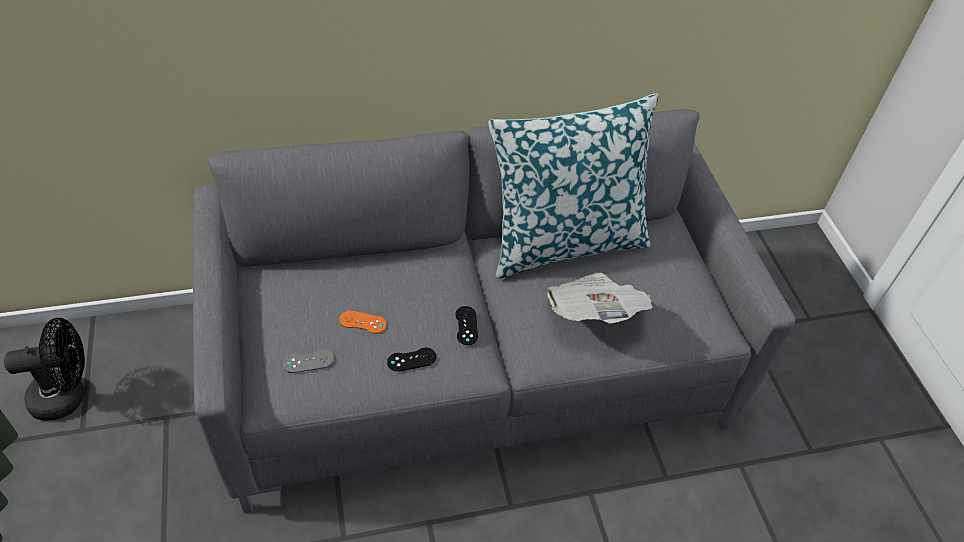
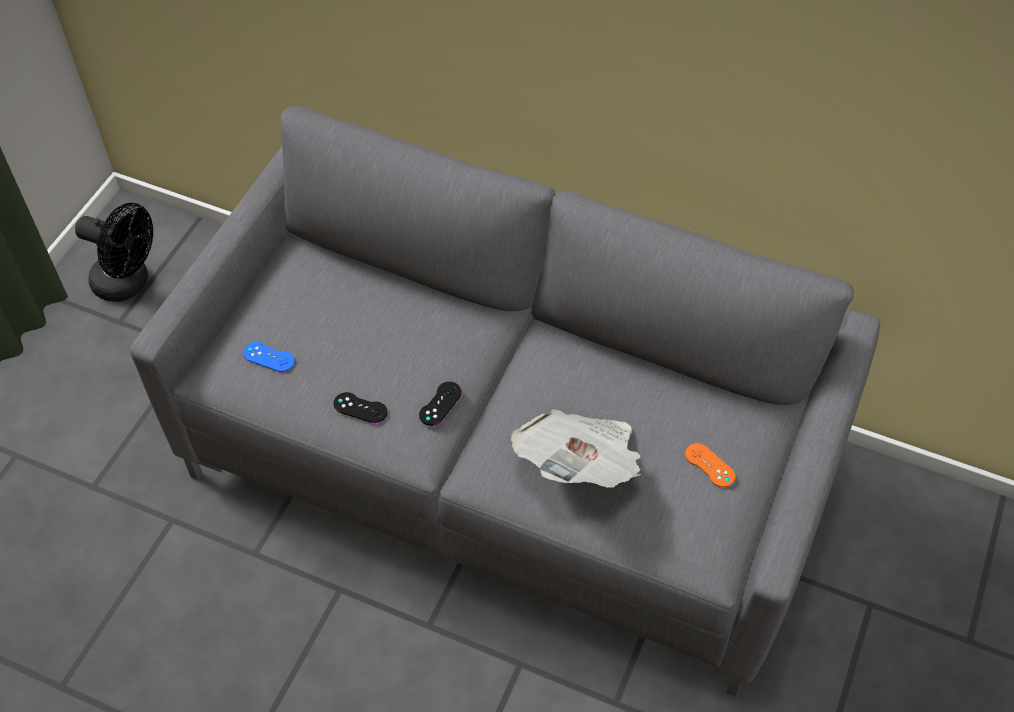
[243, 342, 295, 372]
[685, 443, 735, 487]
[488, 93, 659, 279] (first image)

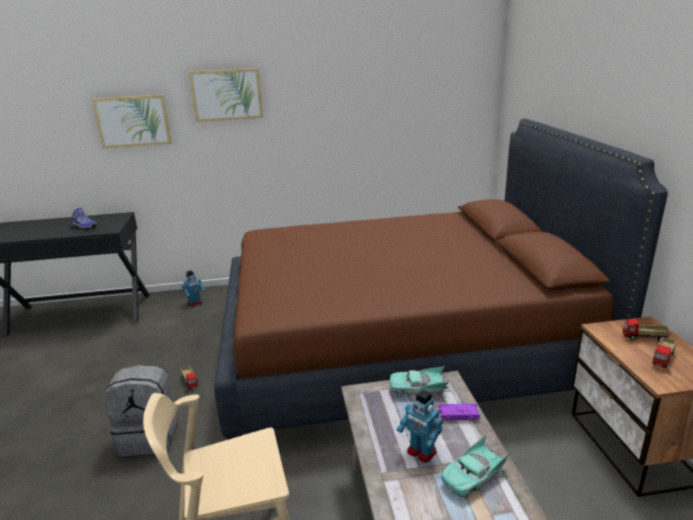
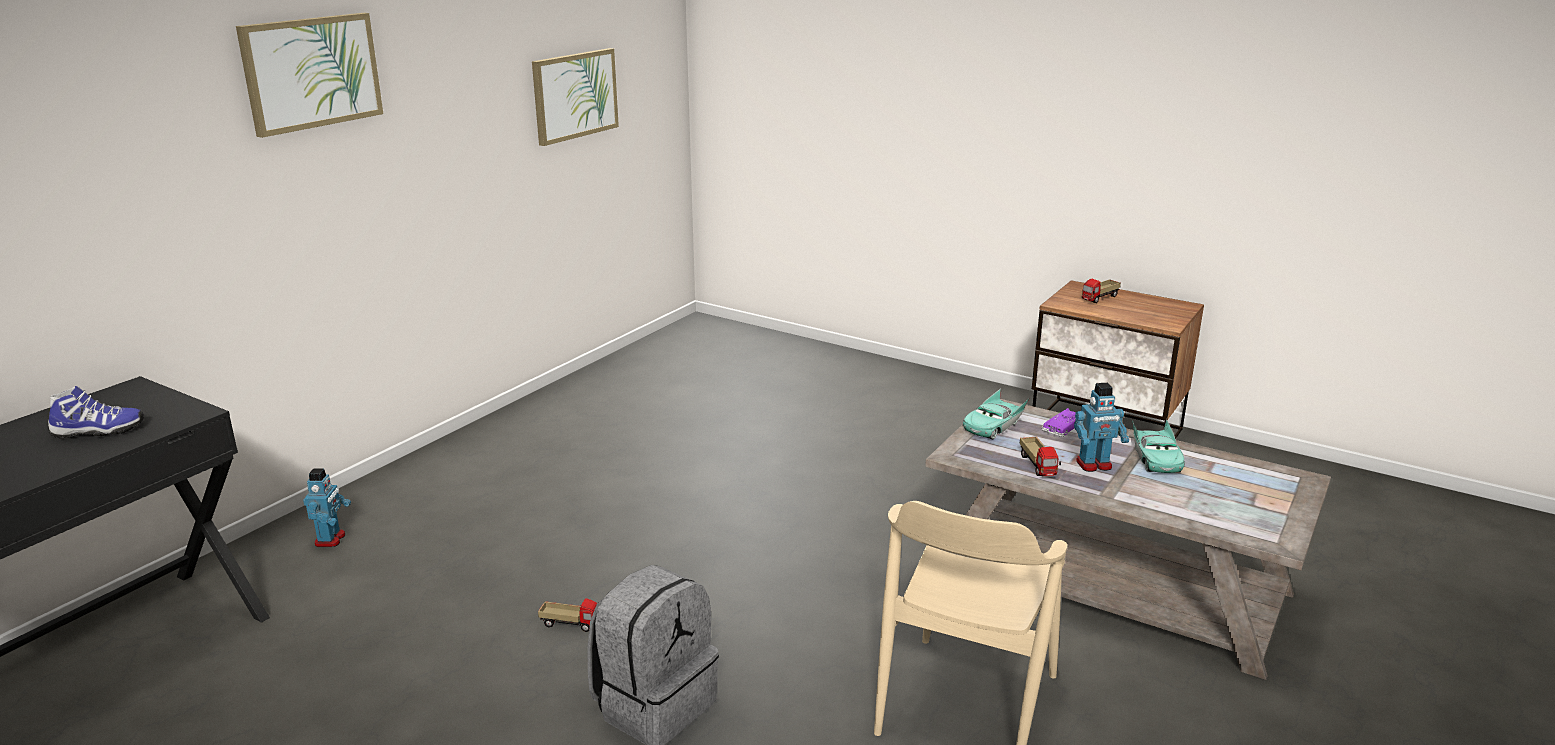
[532, 48, 619, 146]
[214, 118, 668, 440] (first image)
[1020, 437, 1061, 476]

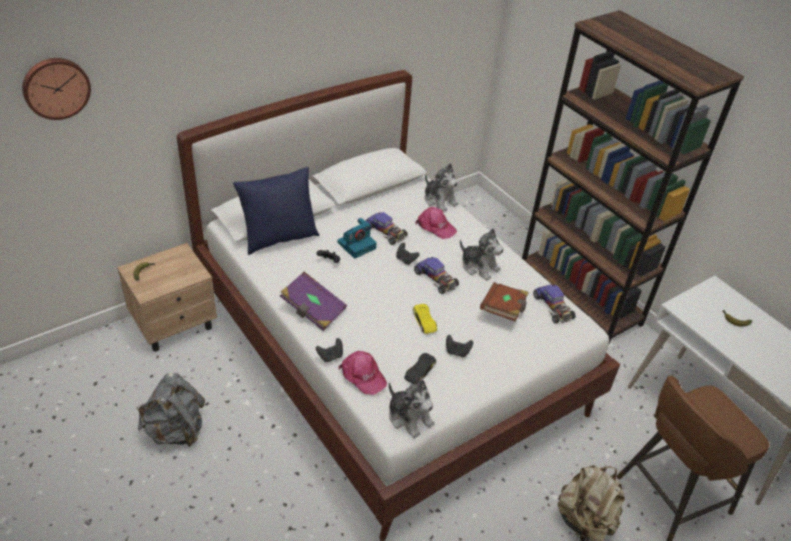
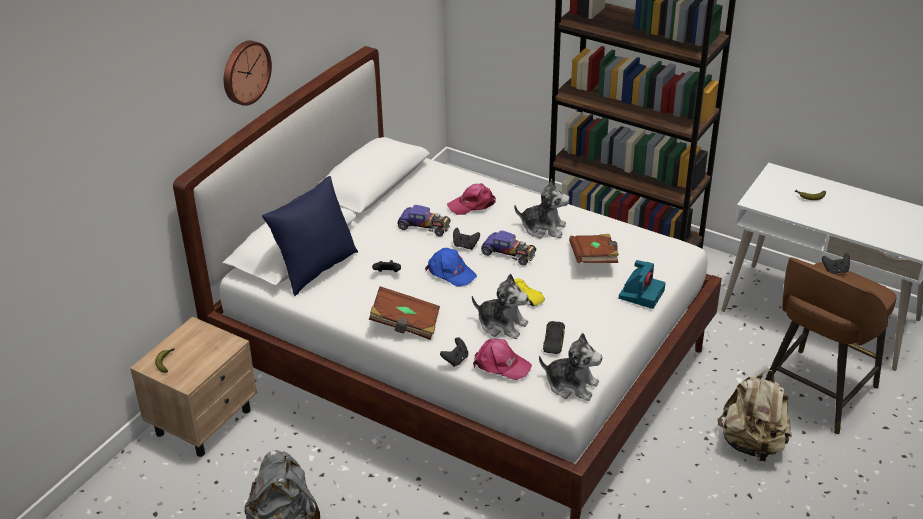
[224, 40, 272, 106]
[369, 286, 440, 340]
[619, 260, 665, 309]
[447, 183, 496, 215]
[472, 274, 529, 339]
[822, 254, 850, 274]
[533, 284, 575, 323] (first image)
[425, 248, 477, 287]

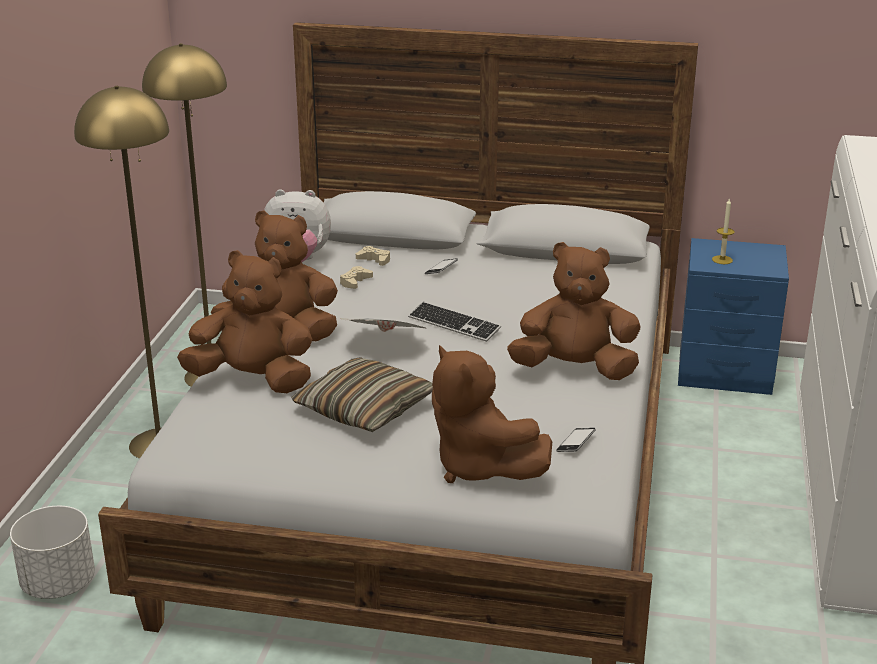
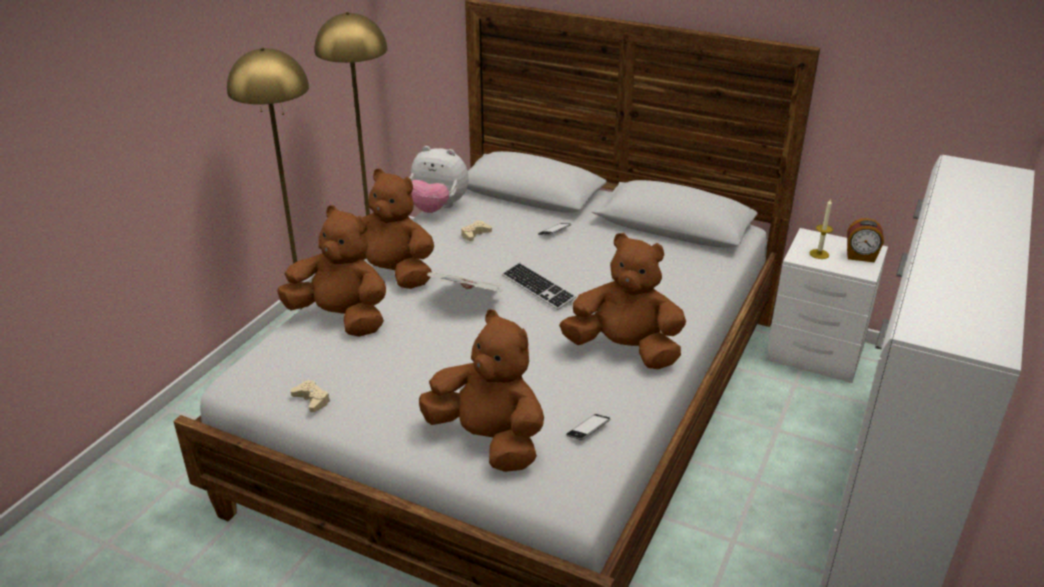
[10, 506, 95, 599] (first image)
[291, 357, 433, 432] (first image)
[290, 380, 330, 412]
[419, 309, 544, 472]
[766, 228, 888, 383]
[847, 218, 884, 263]

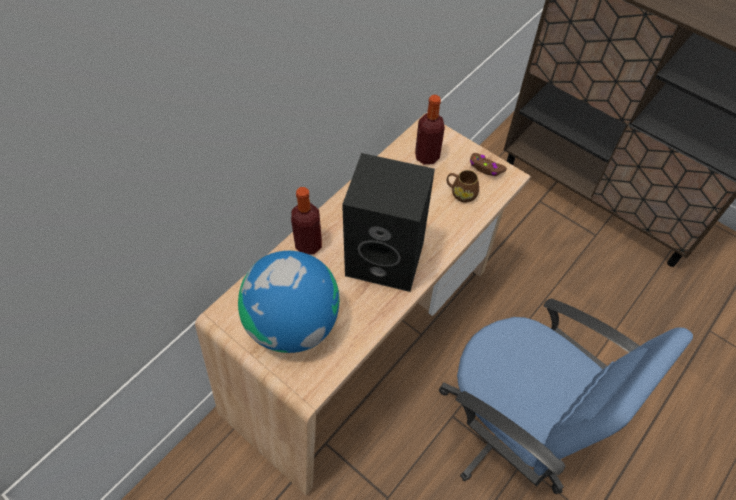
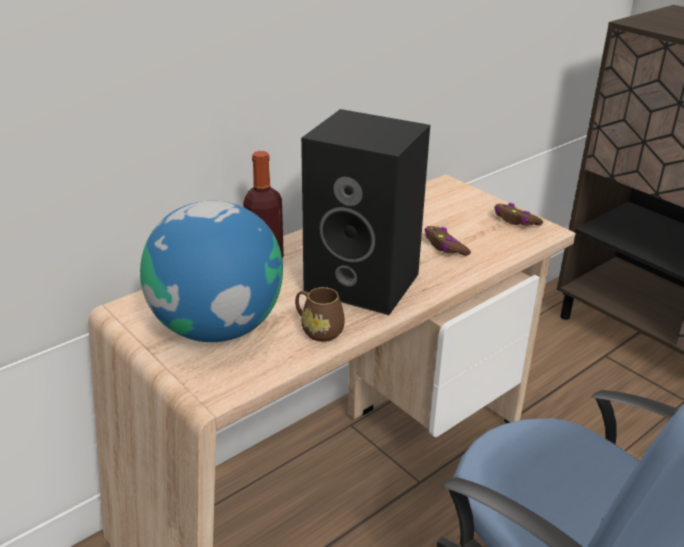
[415, 95, 445, 165] (first image)
[295, 287, 345, 342]
[425, 226, 471, 256]

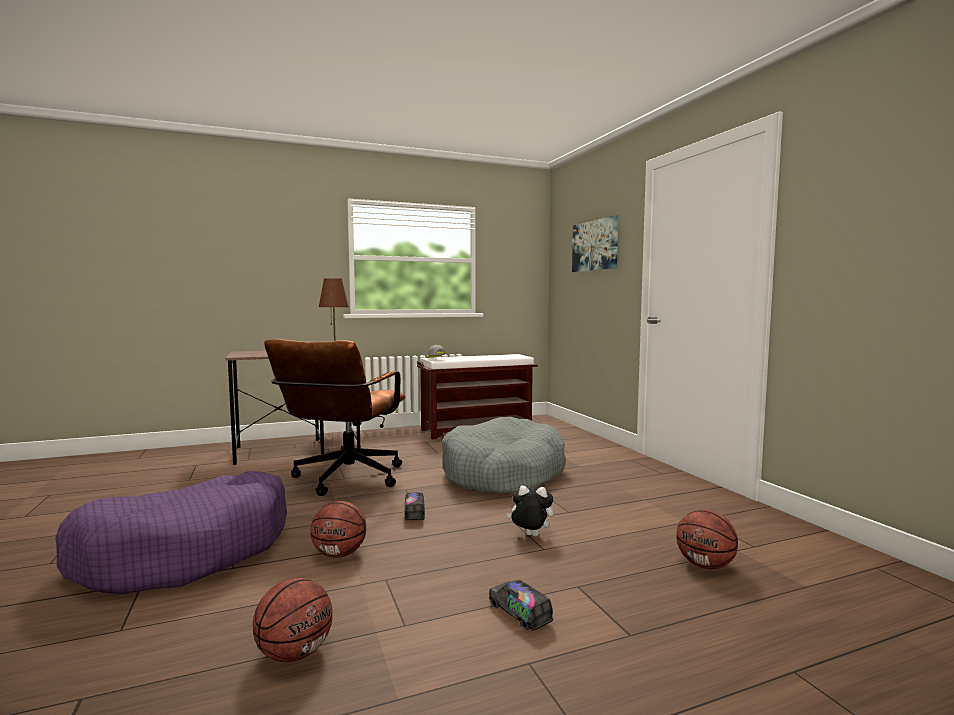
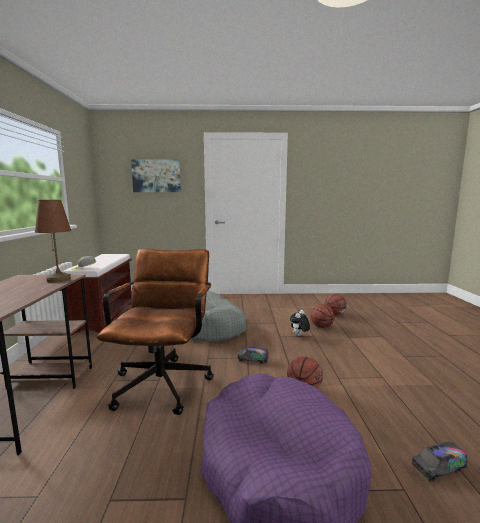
[310, 304, 335, 328]
[97, 249, 214, 415]
[411, 441, 468, 482]

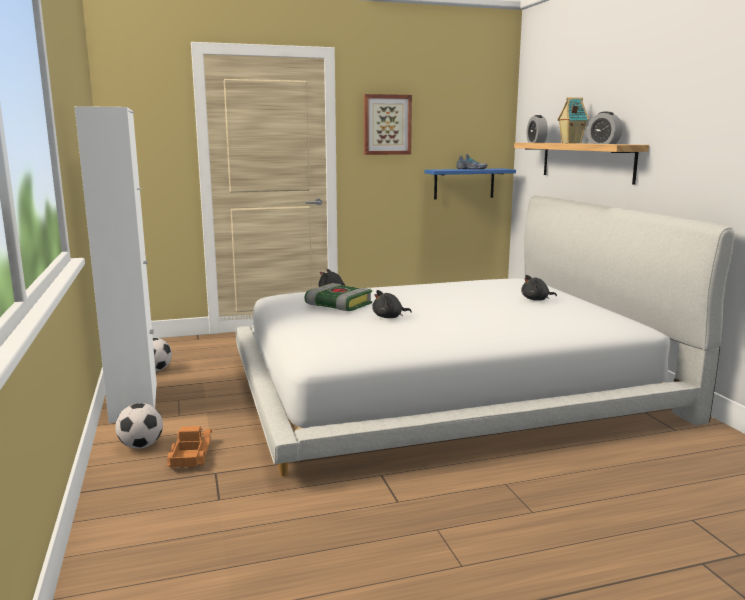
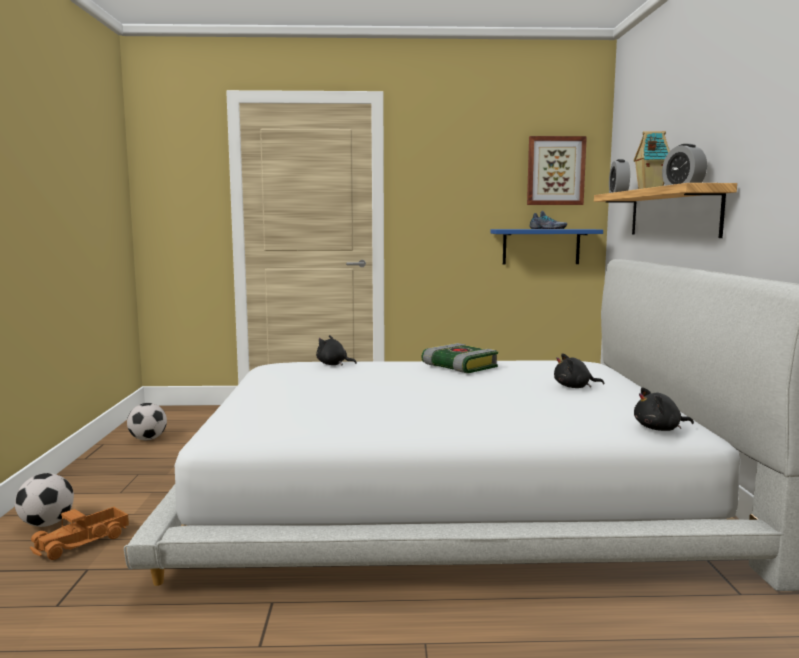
[74, 106, 157, 423] (first image)
[30, 507, 129, 560]
[422, 343, 498, 373]
[527, 136, 587, 205]
[634, 387, 694, 431]

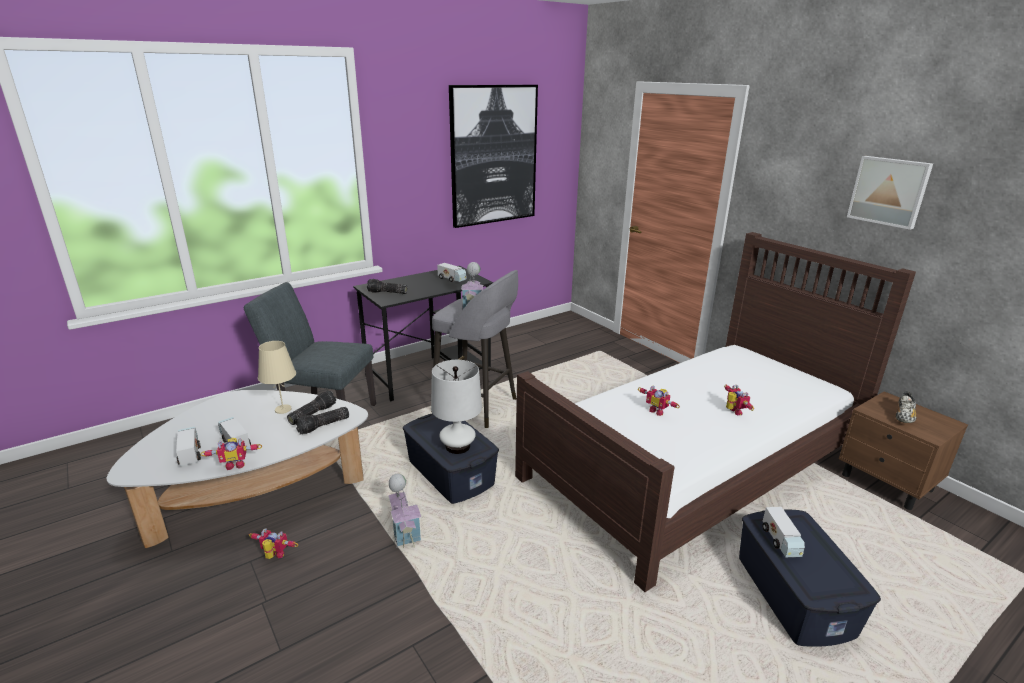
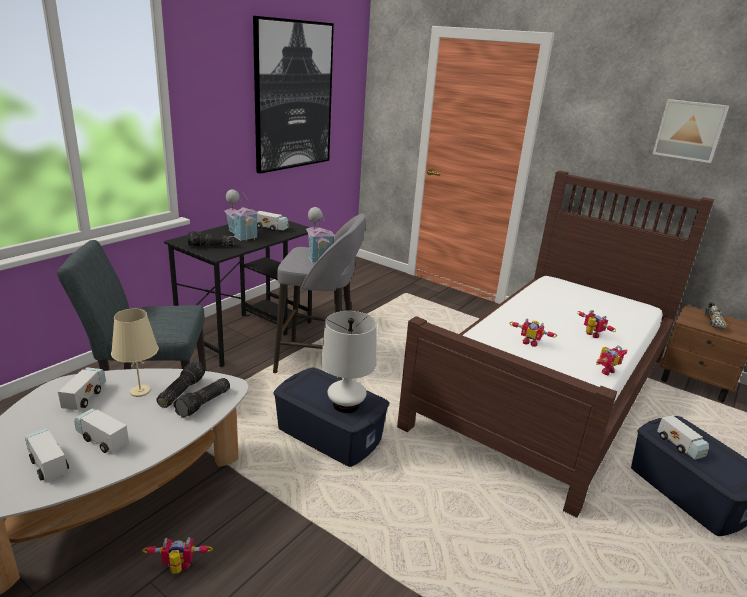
[596, 345, 628, 376]
[224, 189, 259, 241]
[58, 367, 106, 410]

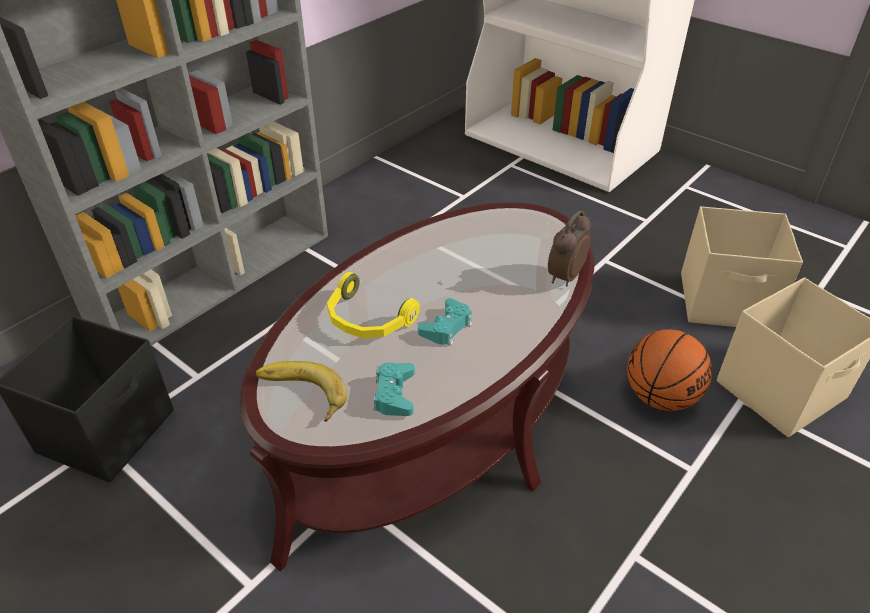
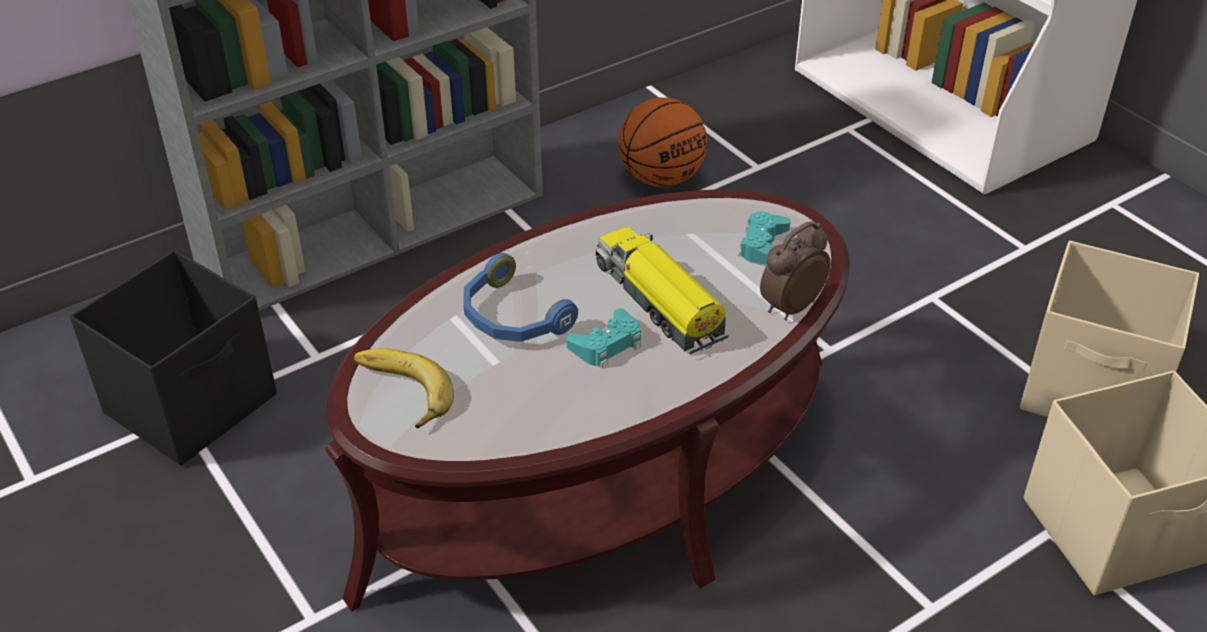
[463, 253, 578, 342]
[738, 212, 791, 265]
[619, 97, 707, 187]
[595, 227, 728, 354]

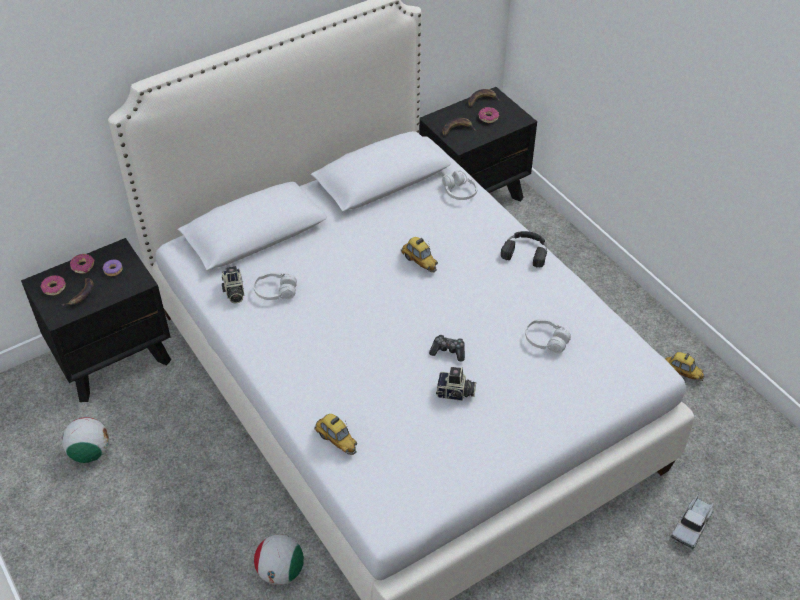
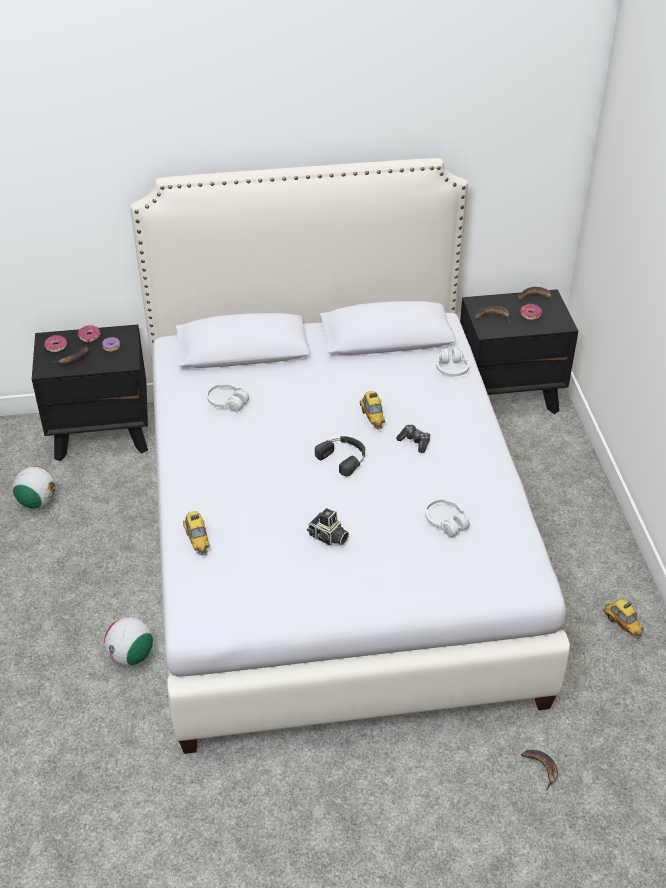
[222, 266, 244, 303] (first image)
[396, 425, 430, 453]
[315, 436, 365, 477]
[521, 750, 558, 791]

